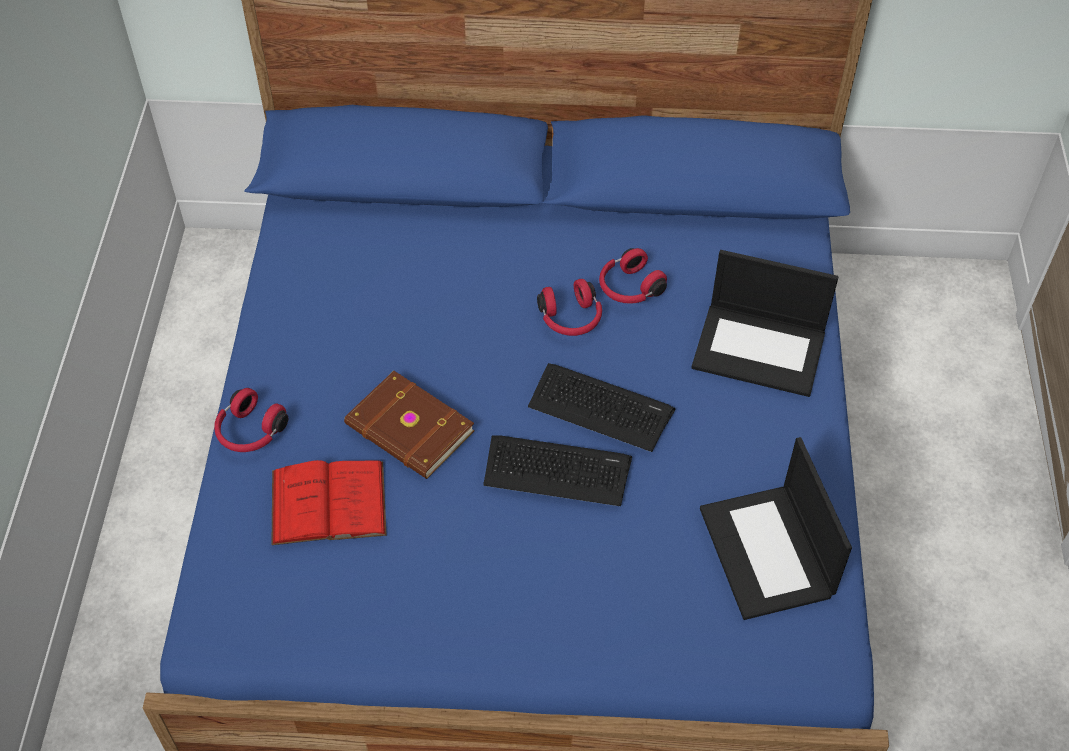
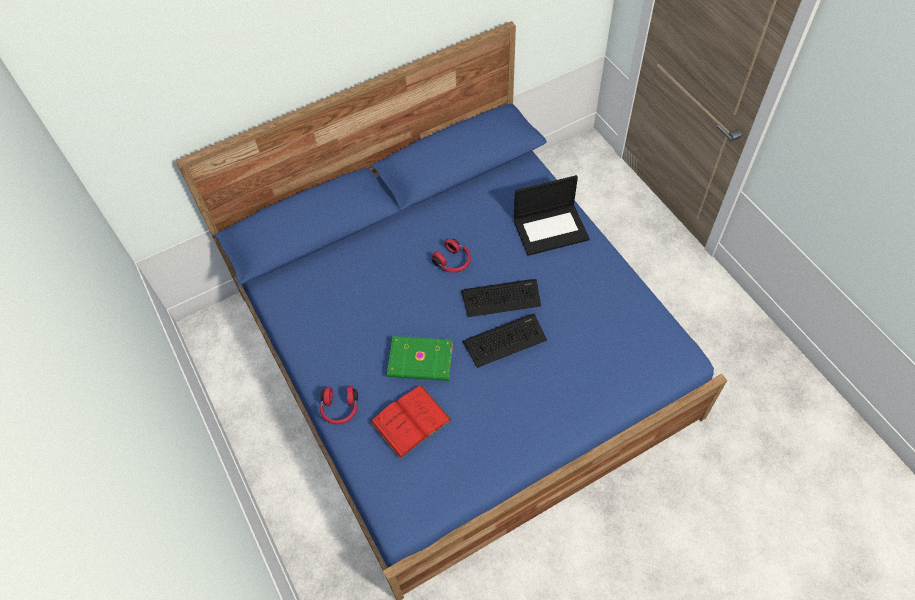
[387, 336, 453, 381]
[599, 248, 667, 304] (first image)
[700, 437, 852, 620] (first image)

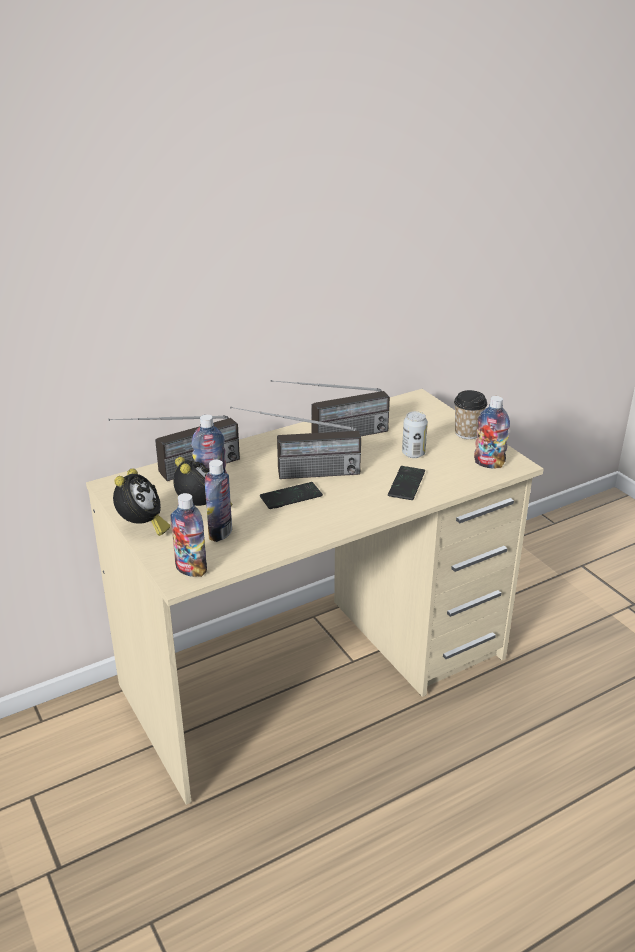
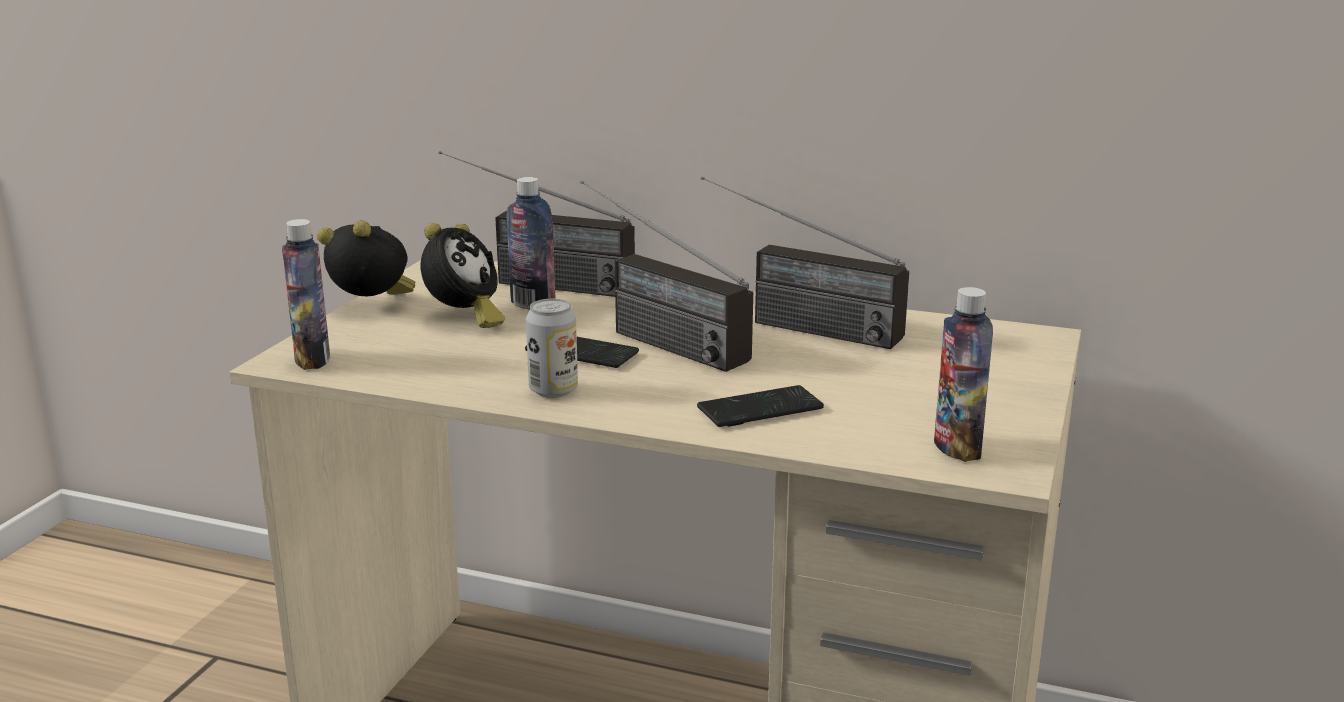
[317, 221, 415, 296]
[205, 460, 232, 542] (first image)
[526, 299, 578, 398]
[454, 390, 487, 439] (first image)

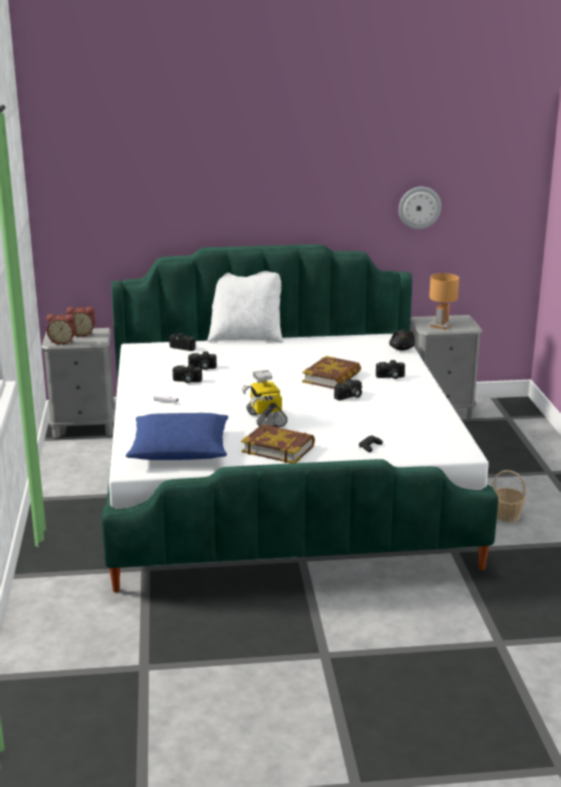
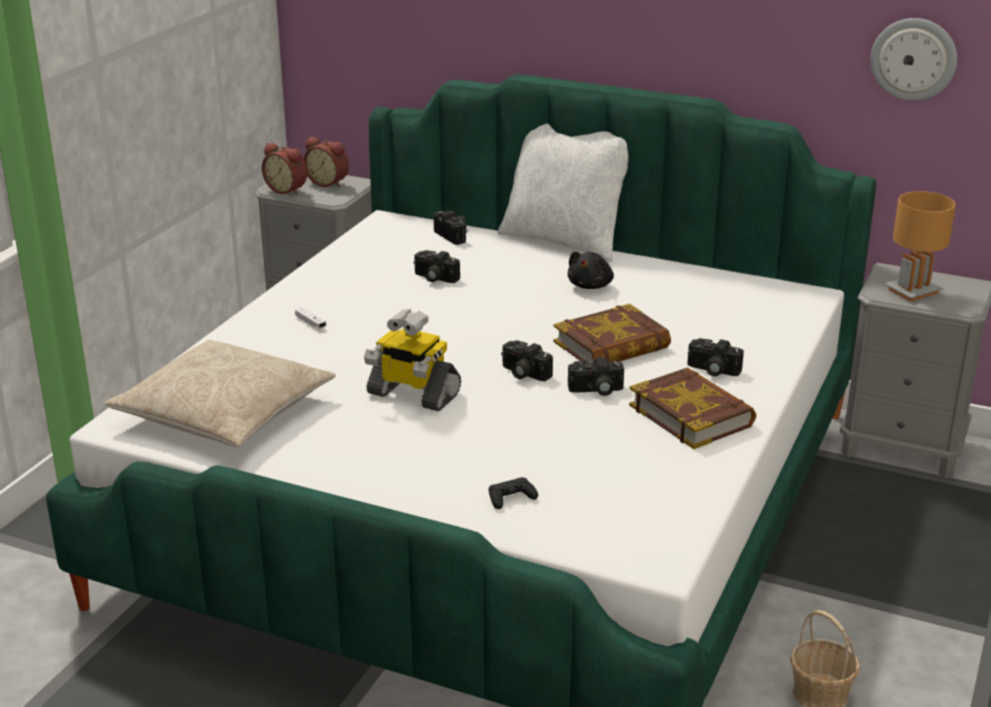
[104, 340, 336, 447]
[501, 340, 553, 381]
[364, 309, 461, 411]
[629, 367, 756, 449]
[567, 251, 614, 289]

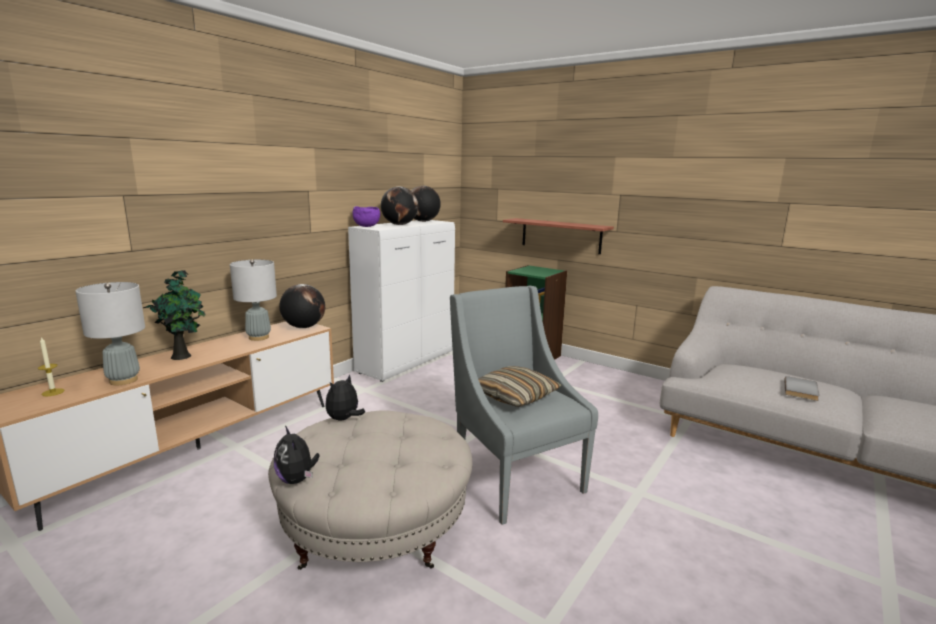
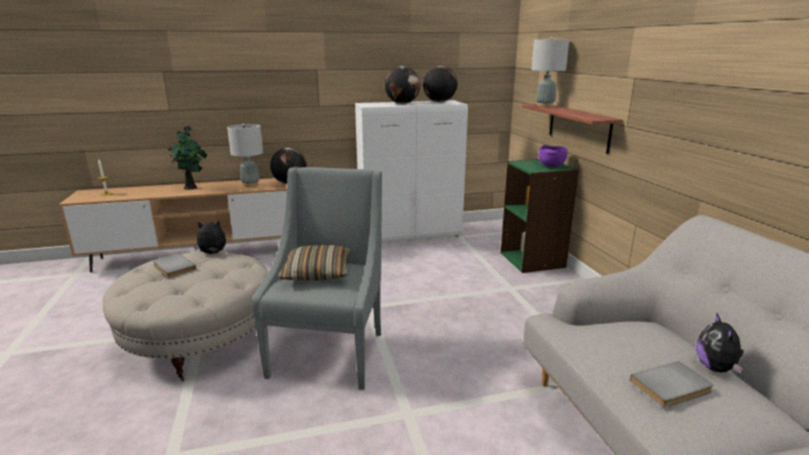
[531, 37, 569, 107]
[696, 313, 744, 373]
[539, 145, 568, 167]
[153, 253, 196, 278]

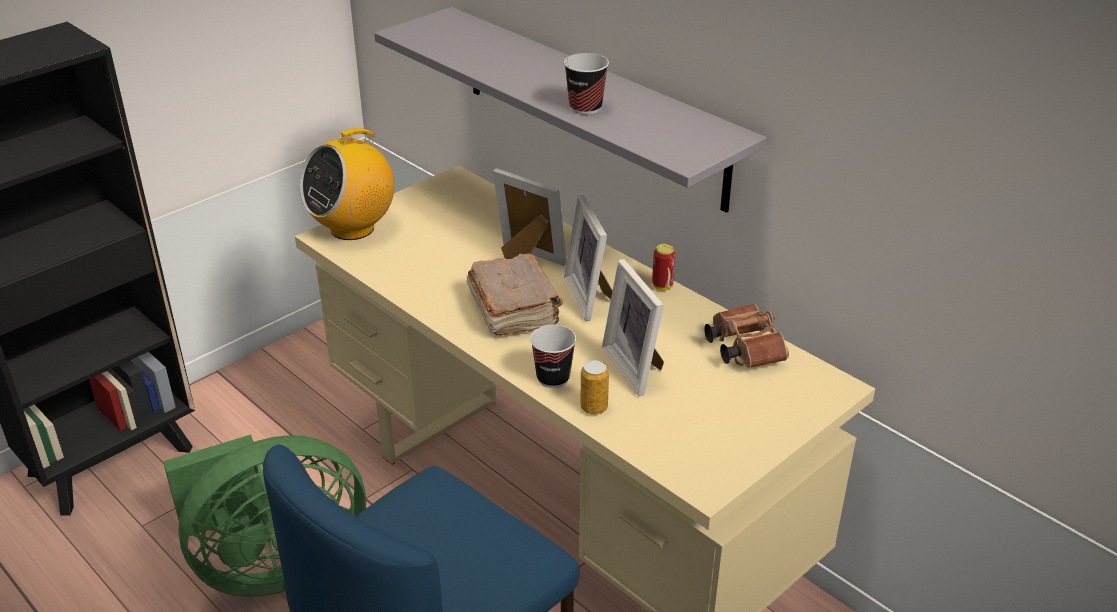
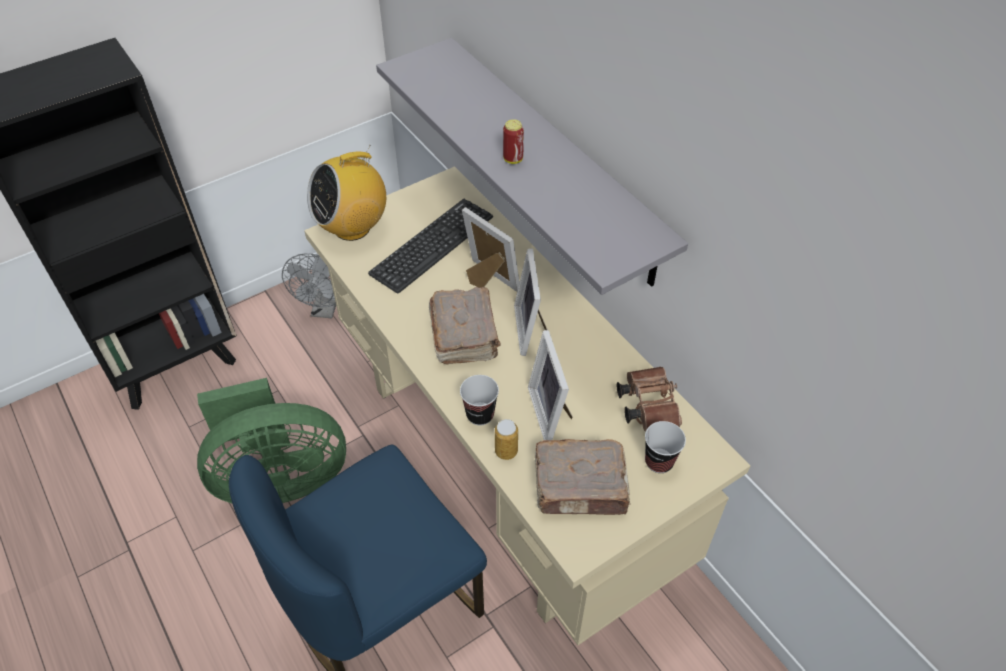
[645, 421, 686, 473]
[503, 119, 524, 164]
[282, 253, 336, 318]
[368, 199, 493, 294]
[535, 439, 631, 515]

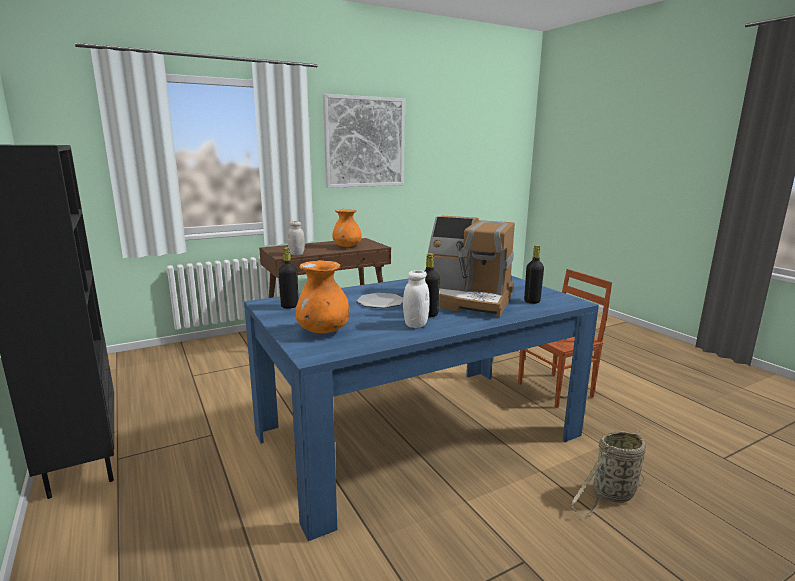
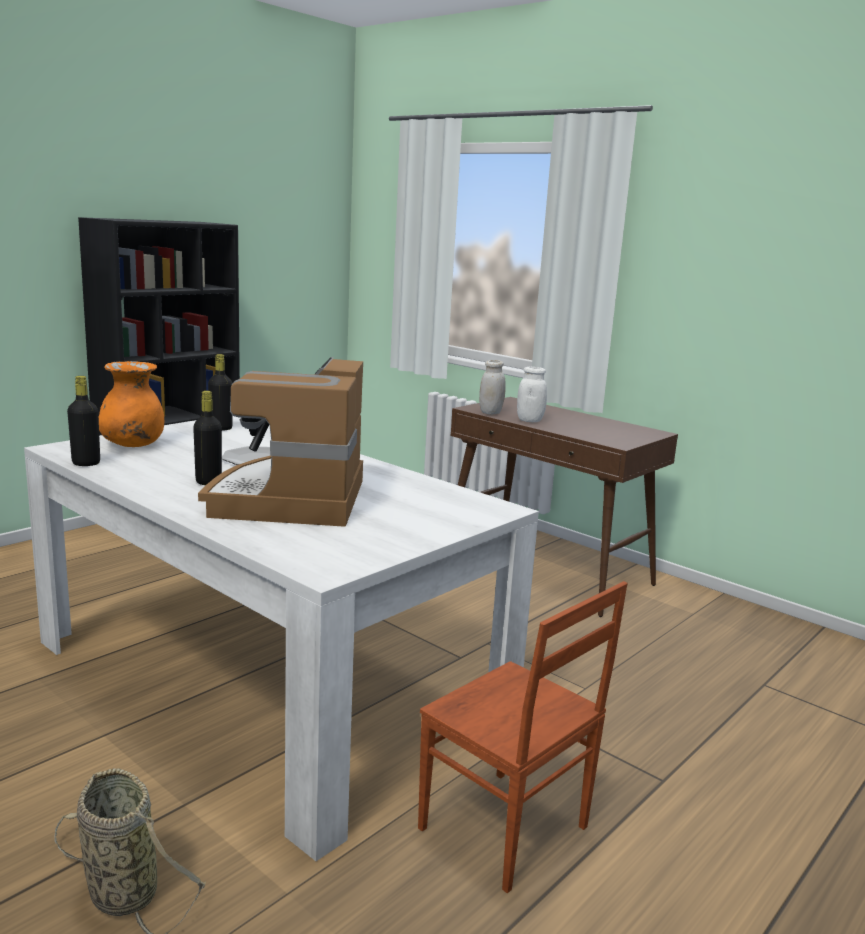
[24, 416, 539, 861]
[323, 94, 405, 188] (first image)
[332, 209, 361, 247] (first image)
[517, 366, 547, 422]
[67, 376, 100, 466]

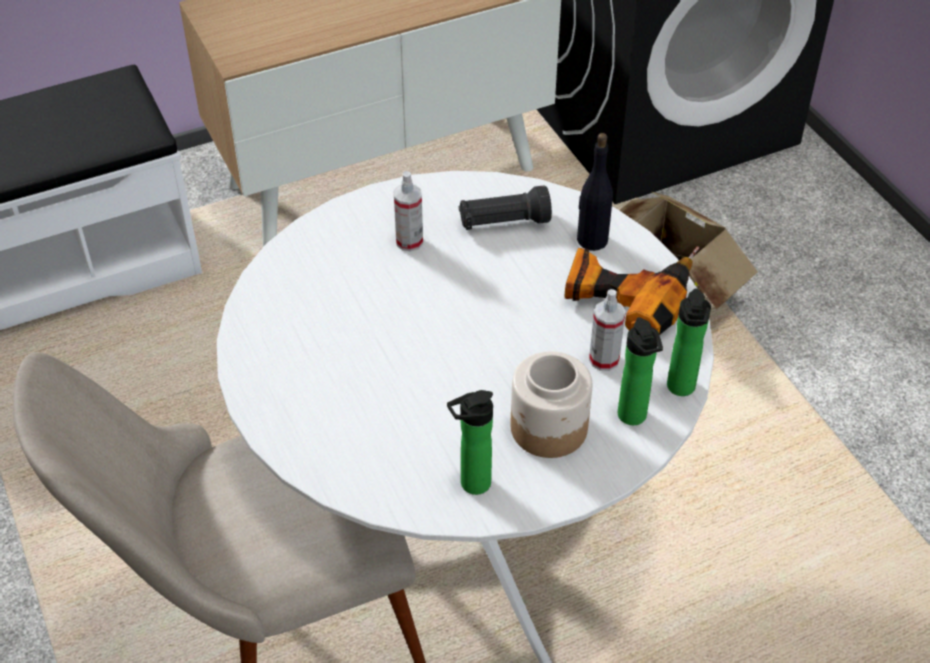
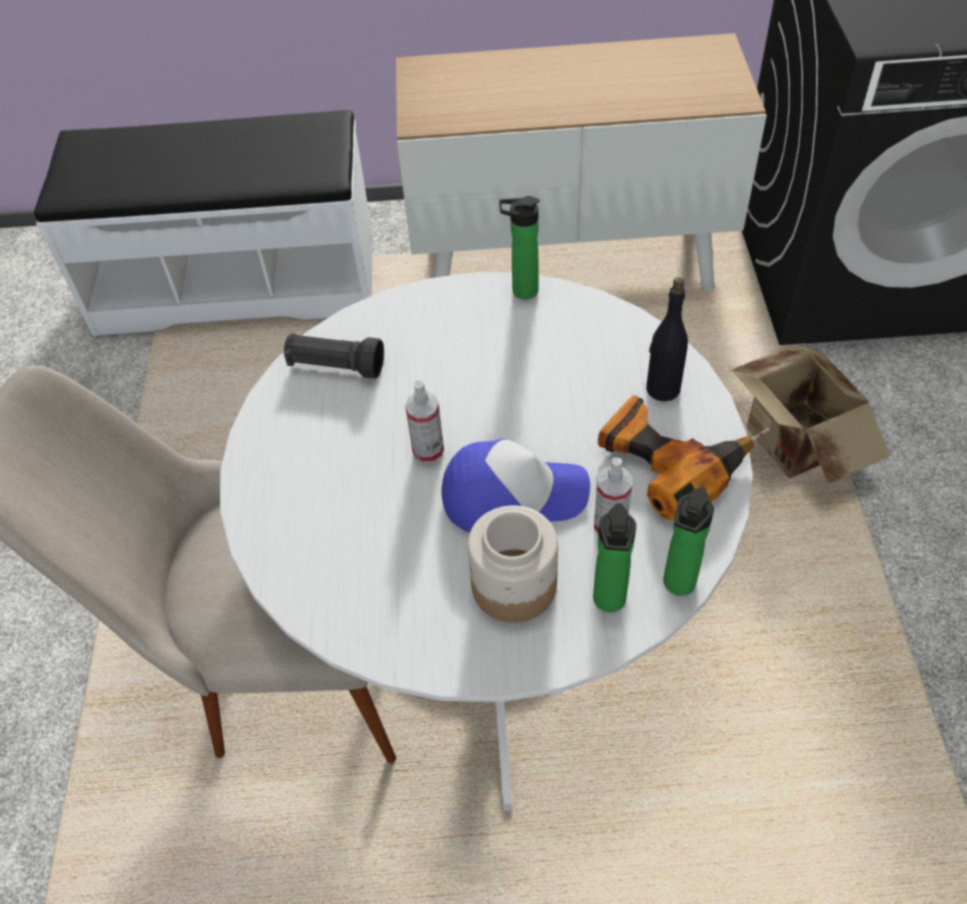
[405, 381, 444, 464]
[499, 196, 540, 300]
[284, 333, 384, 379]
[441, 439, 590, 532]

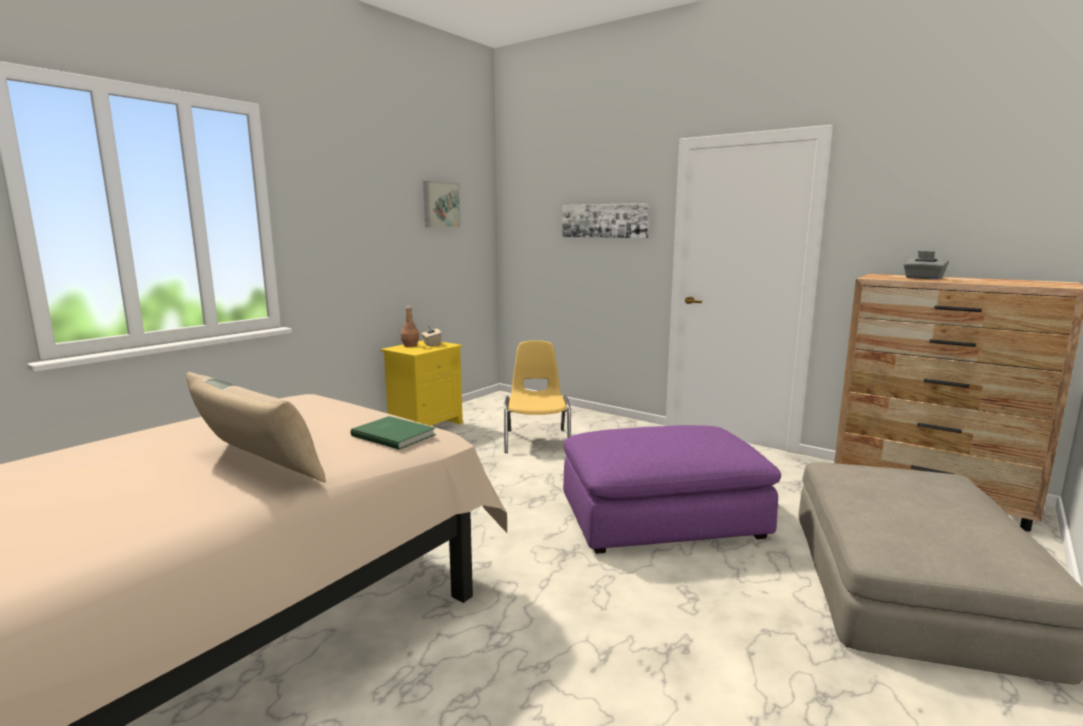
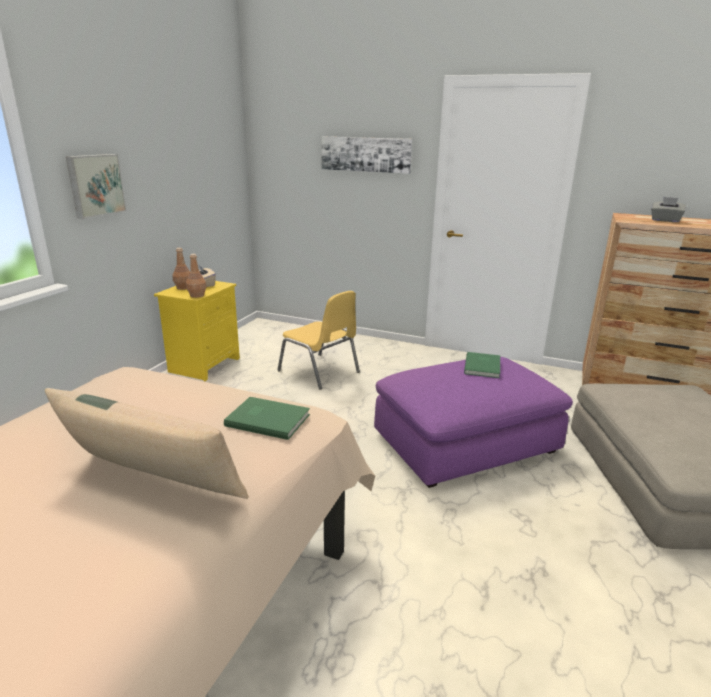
[66, 154, 126, 219]
[277, 291, 360, 390]
[186, 254, 207, 298]
[464, 352, 500, 378]

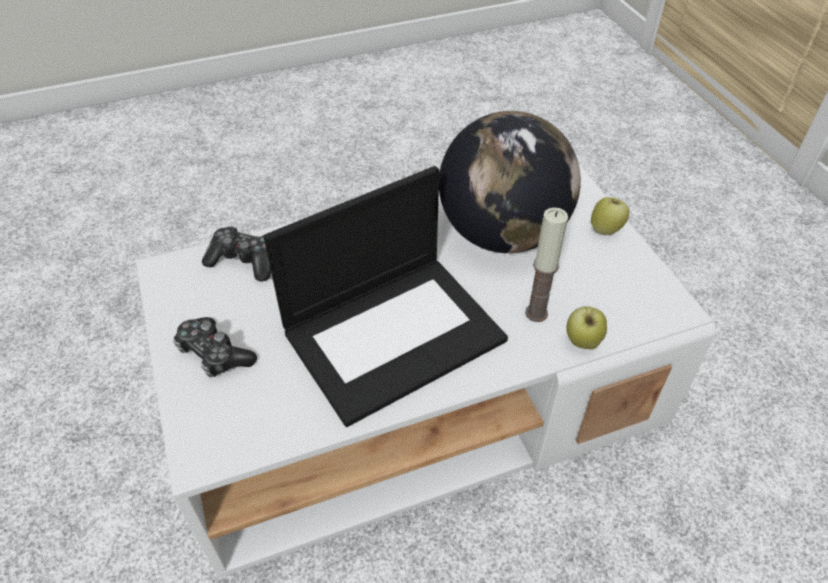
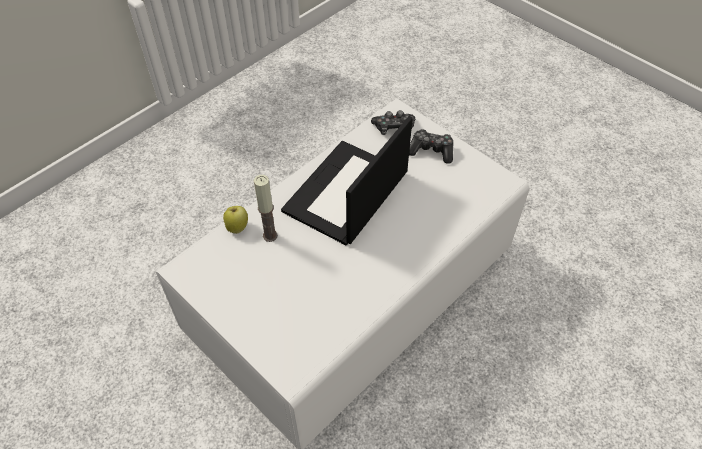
[371, 110, 415, 135]
[439, 111, 581, 253] (first image)
[591, 197, 629, 235] (first image)

